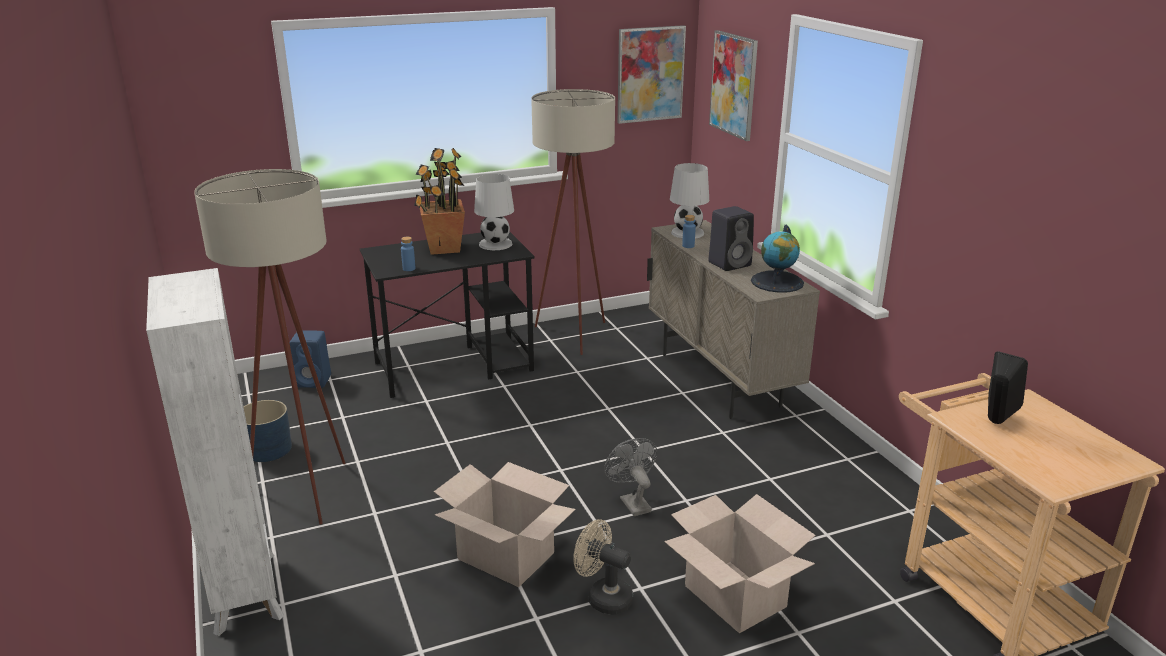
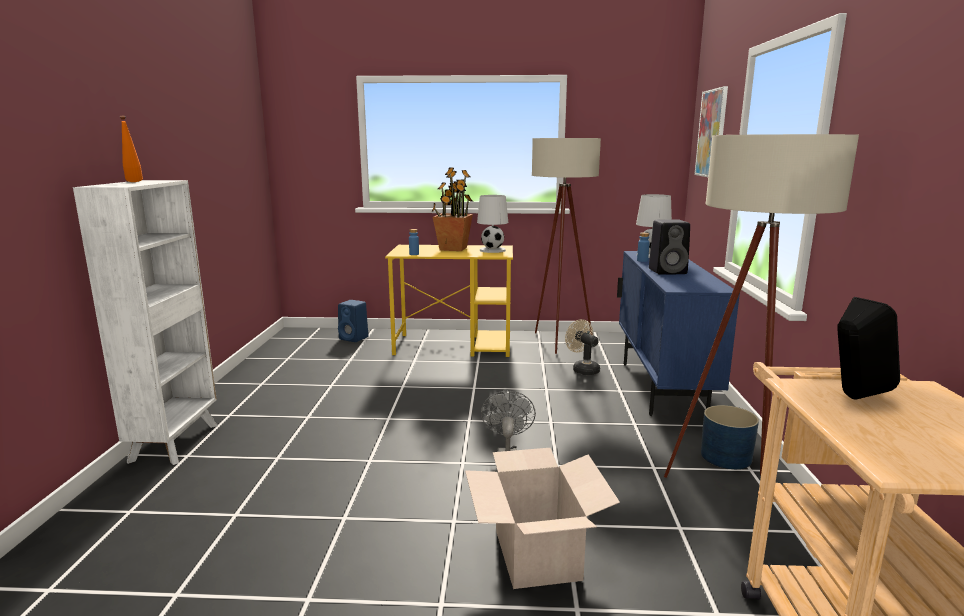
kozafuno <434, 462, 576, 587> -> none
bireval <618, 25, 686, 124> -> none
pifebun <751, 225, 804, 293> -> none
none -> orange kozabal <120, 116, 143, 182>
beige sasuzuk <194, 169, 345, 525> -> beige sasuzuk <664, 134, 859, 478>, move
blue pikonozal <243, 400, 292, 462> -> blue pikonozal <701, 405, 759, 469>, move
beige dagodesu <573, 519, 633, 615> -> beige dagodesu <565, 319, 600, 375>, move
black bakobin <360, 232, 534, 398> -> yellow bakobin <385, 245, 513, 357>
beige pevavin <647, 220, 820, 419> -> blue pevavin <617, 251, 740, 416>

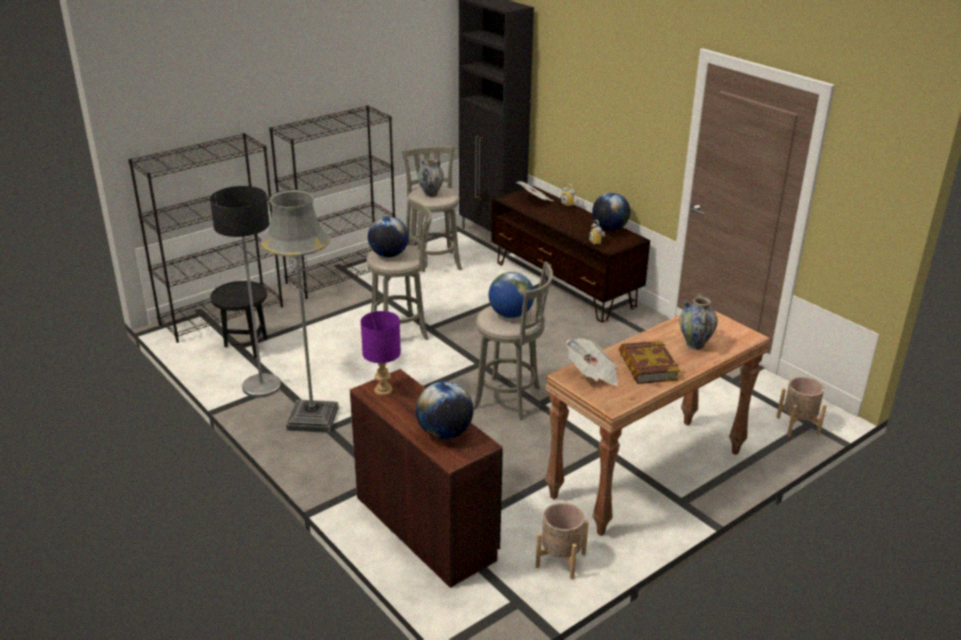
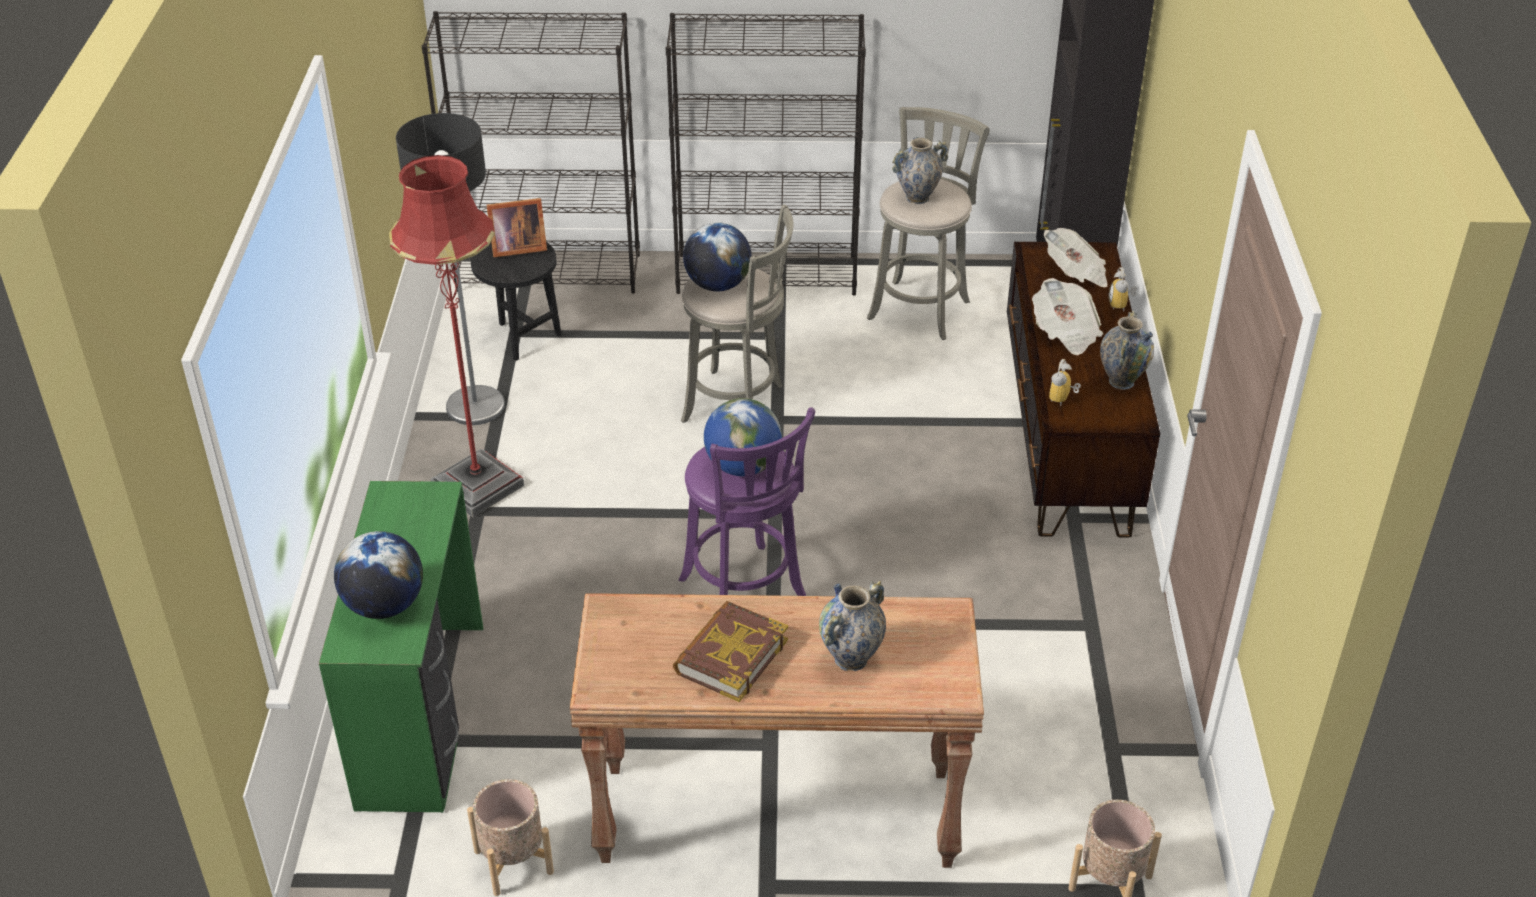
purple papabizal <361, 311, 401, 396> -> none
none -> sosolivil <486, 198, 547, 257>
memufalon <566, 338, 618, 386> -> memufalon <1032, 278, 1103, 355>, move
pifebun <592, 193, 630, 231> -> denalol <1100, 311, 1154, 390>
grey sasuzuk <261, 189, 339, 433> -> red sasuzuk <389, 155, 524, 517>
brown bakobin <350, 369, 503, 588> -> green bakobin <319, 481, 483, 813>
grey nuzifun <473, 261, 553, 420> -> purple nuzifun <678, 407, 815, 596>

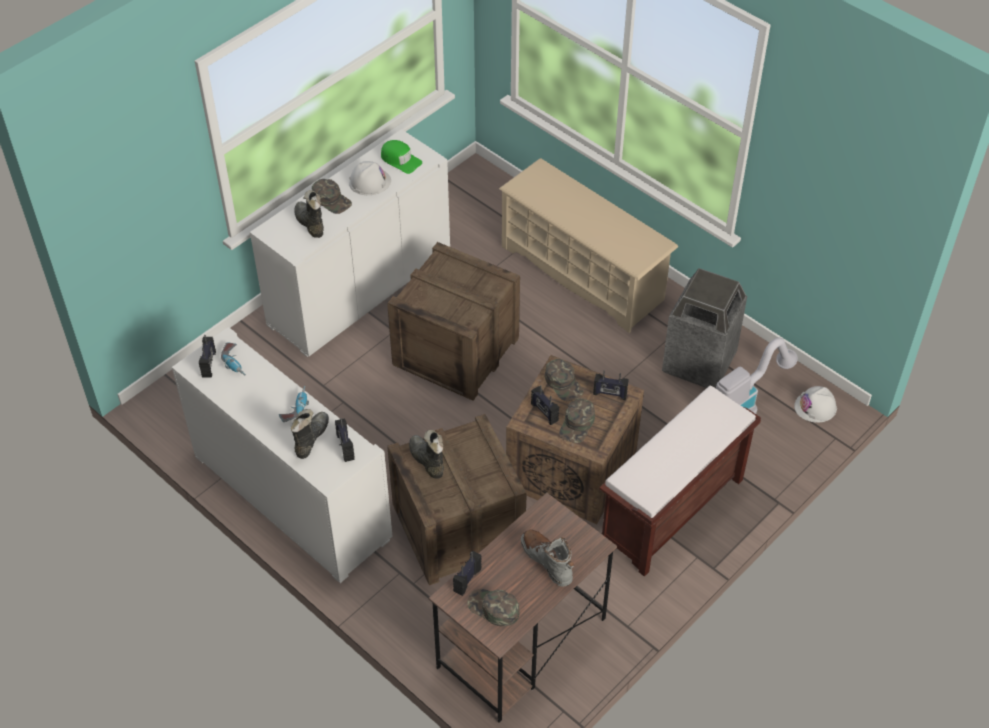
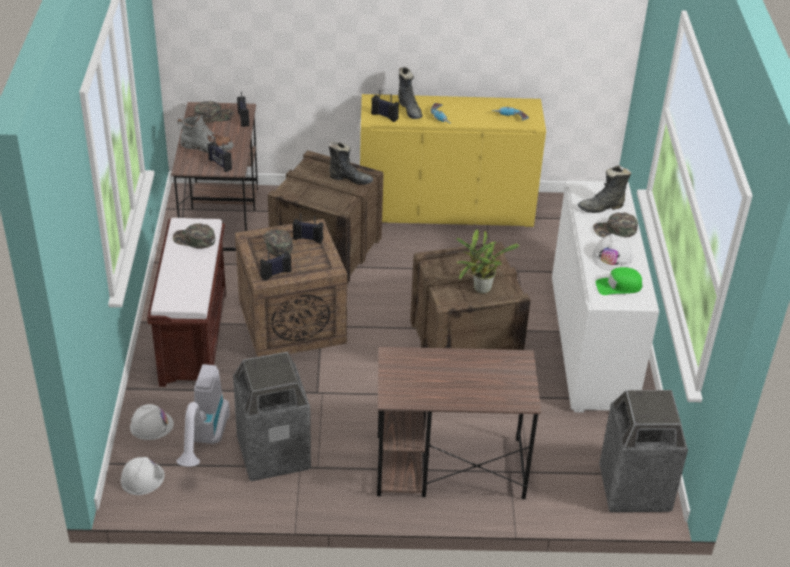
none -> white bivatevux <130, 404, 174, 440>
none -> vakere <456, 229, 519, 294>
none -> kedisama <599, 390, 688, 512>
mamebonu <199, 335, 216, 377> -> mamebonu <208, 137, 232, 172>, move
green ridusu <545, 359, 583, 401> -> green ridusu <173, 223, 215, 249>, move
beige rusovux <499, 158, 678, 333> -> brown bakobin <377, 347, 541, 499>
white pevavin <172, 327, 392, 583> -> yellow pevavin <360, 94, 546, 227>
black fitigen <294, 190, 324, 238> -> black fitigen <577, 165, 631, 213>, 150 degrees clockwise

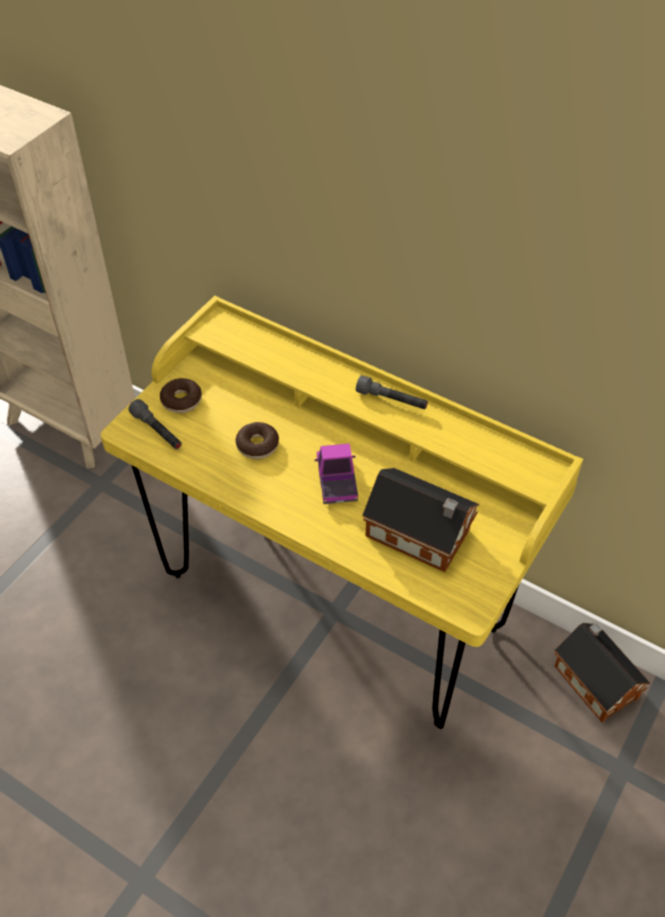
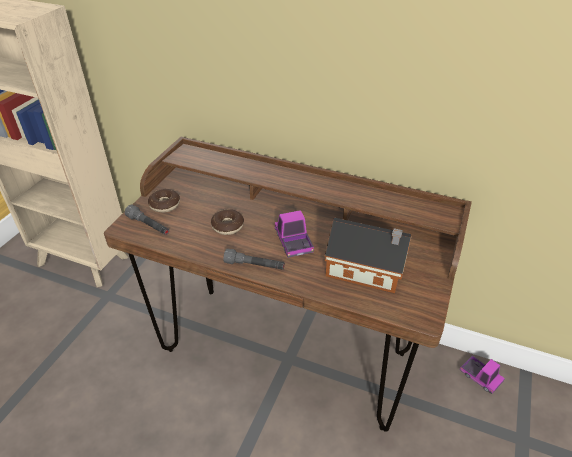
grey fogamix <356, 375, 428, 410> -> grey fogamix <223, 248, 285, 270>, move
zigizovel <555, 623, 651, 723> -> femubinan <460, 355, 505, 394>
yellow bakobin <101, 296, 583, 729> -> brown bakobin <104, 137, 472, 431>

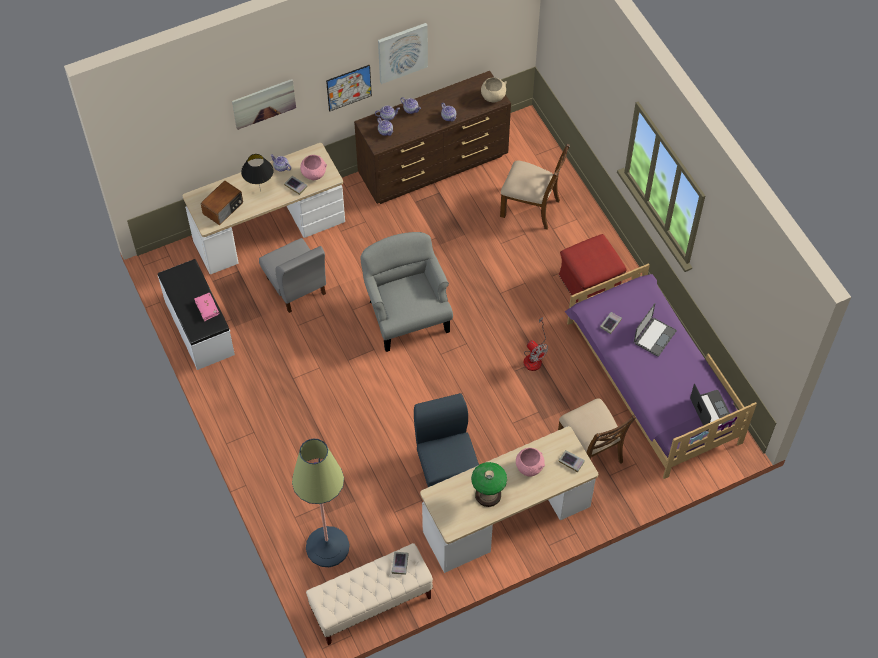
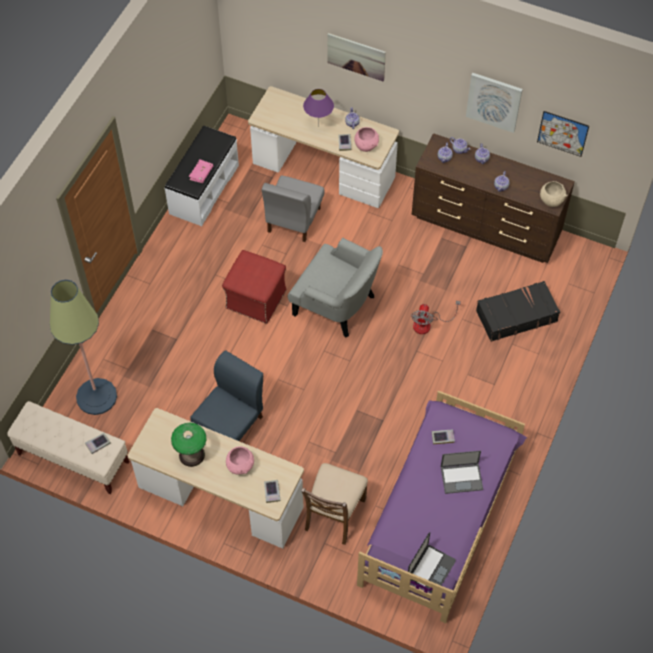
mamebonu <201, 181, 243, 225> -> none
bireval <326, 65, 372, 112> -> bireval <537, 111, 589, 157>, move
dagodesu <524, 317, 548, 371> -> dagodesu <411, 301, 461, 334>, move
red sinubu <559, 234, 627, 303> -> red sinubu <222, 250, 286, 324>, move
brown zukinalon <500, 143, 570, 230> -> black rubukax <476, 281, 560, 342>
black papabizal <241, 154, 274, 192> -> purple papabizal <303, 89, 334, 118>
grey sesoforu <360, 232, 453, 352> -> grey sesoforu <288, 238, 383, 338>, 90 degrees clockwise

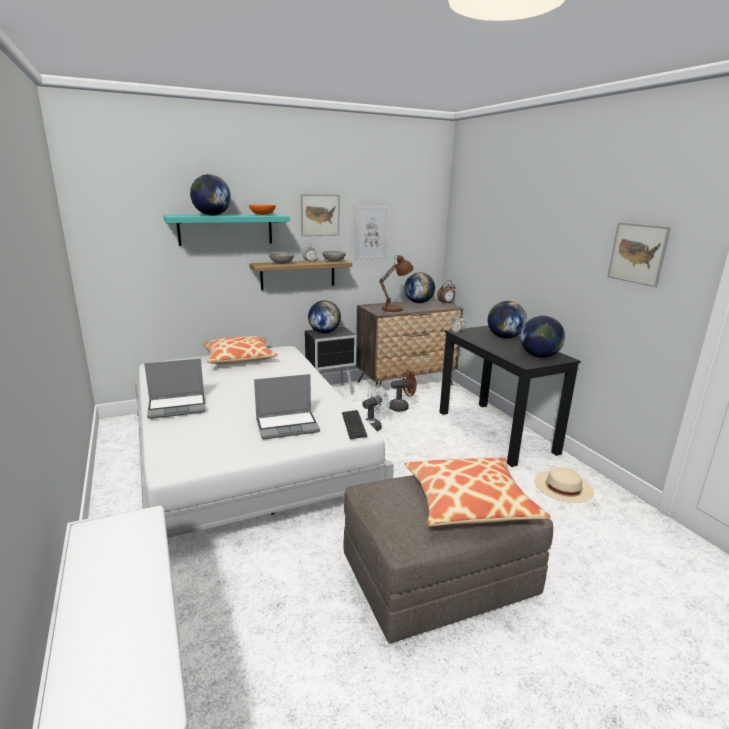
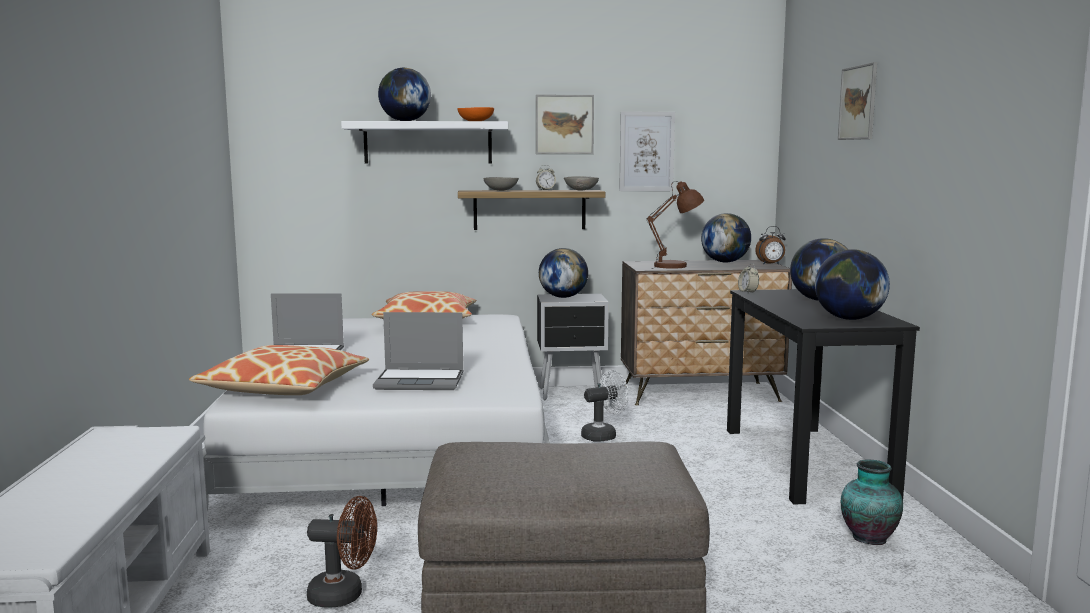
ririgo <342, 410, 367, 439> -> none
brown dagodesu <389, 370, 417, 411> -> brown dagodesu <307, 496, 377, 608>, move
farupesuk <405, 458, 550, 526> -> farupesuk <189, 345, 369, 395>, move
bireval <607, 222, 671, 287> -> bireval <838, 62, 877, 140>, move
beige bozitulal <535, 467, 594, 503> -> denalol <841, 460, 903, 545>
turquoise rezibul <163, 214, 290, 246> -> white rezibul <341, 121, 508, 164>

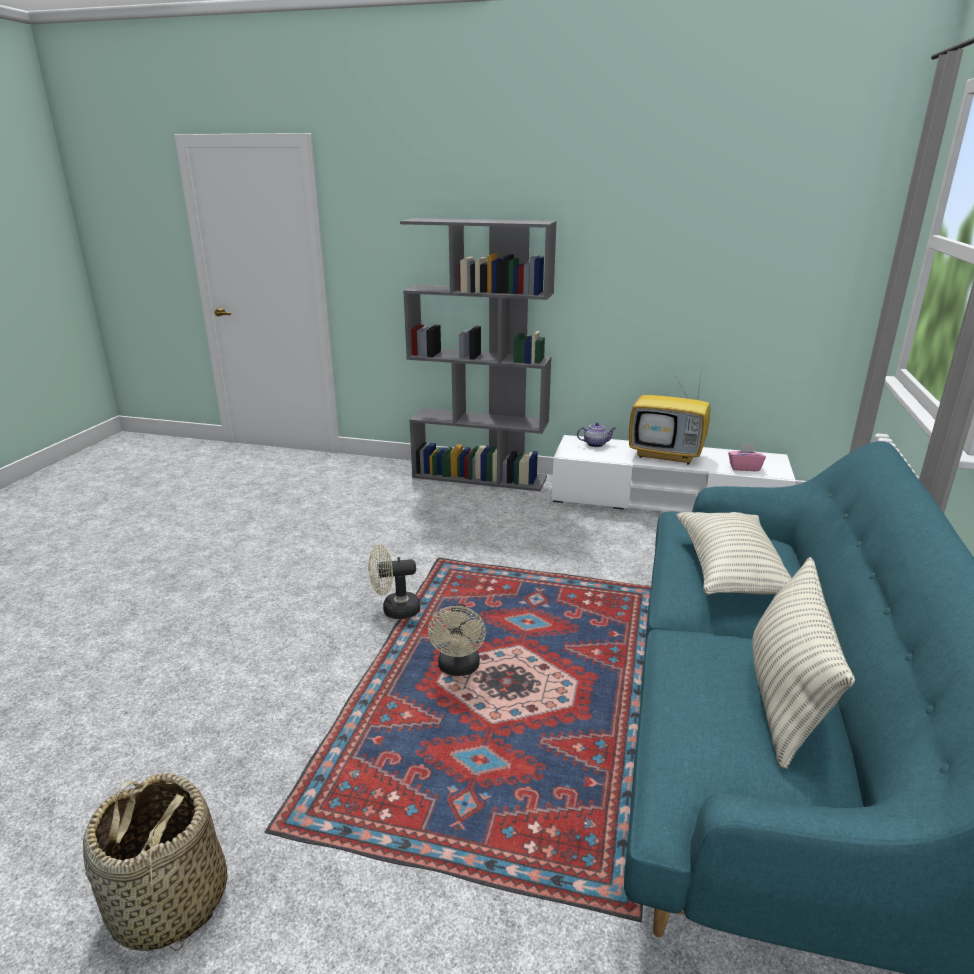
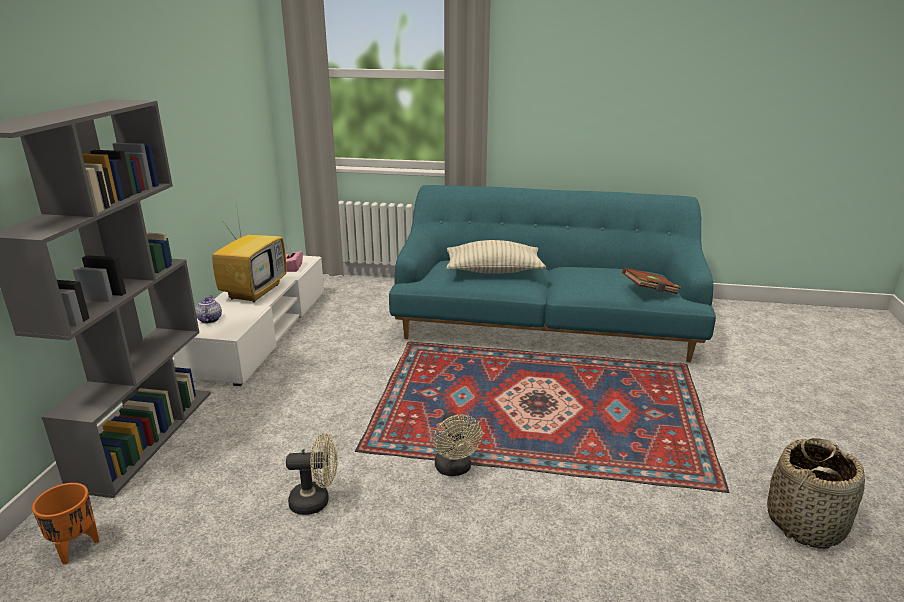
farupesuk <752, 557, 855, 769> -> none
none -> orange pikonozal <32, 483, 99, 564>
none -> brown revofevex <622, 268, 681, 294>
beige dagodesu <428, 603, 486, 676> -> beige dagodesu <286, 433, 338, 515>, move

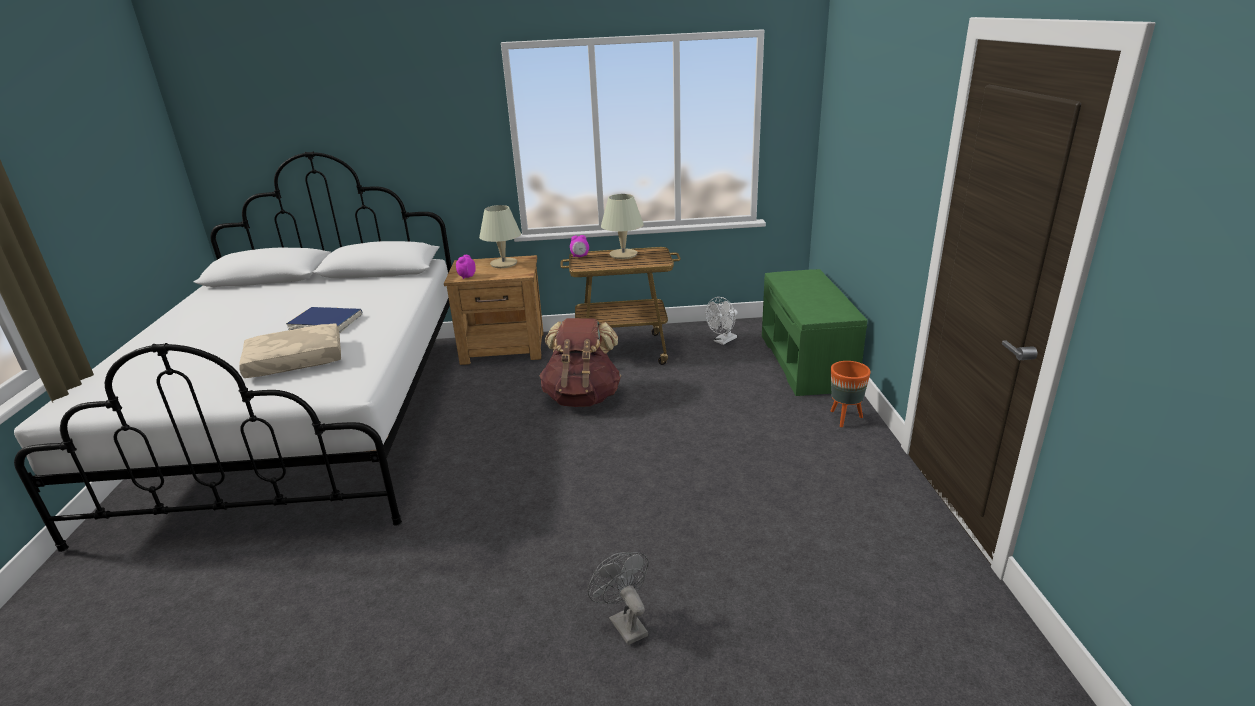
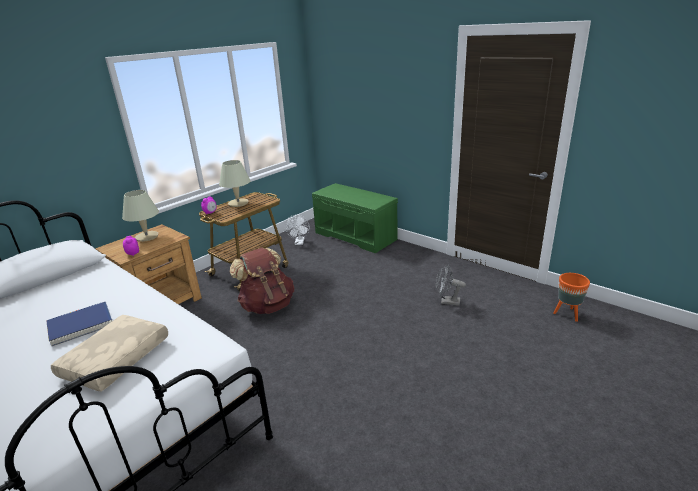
grey dagodesu <588, 552, 649, 645> -> grey dagodesu <436, 265, 466, 306>, move
orange pikonozal <831, 361, 871, 427> -> orange pikonozal <553, 273, 590, 322>, move

